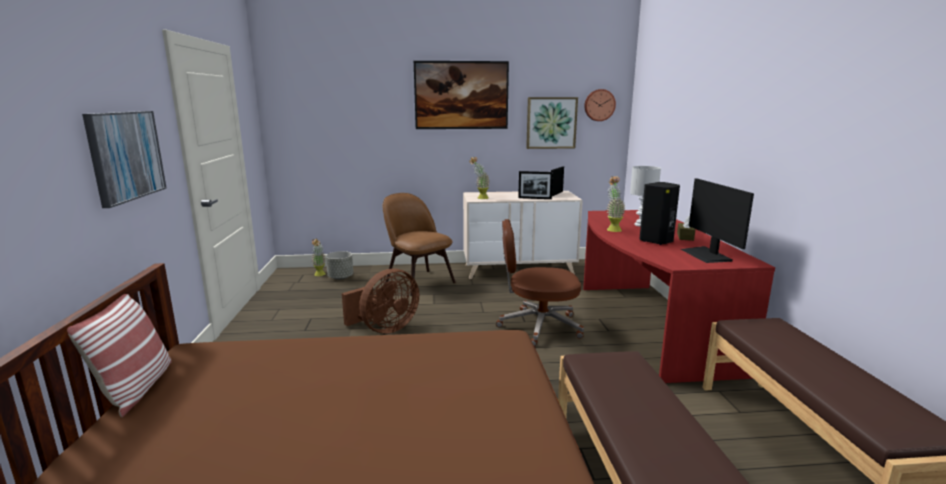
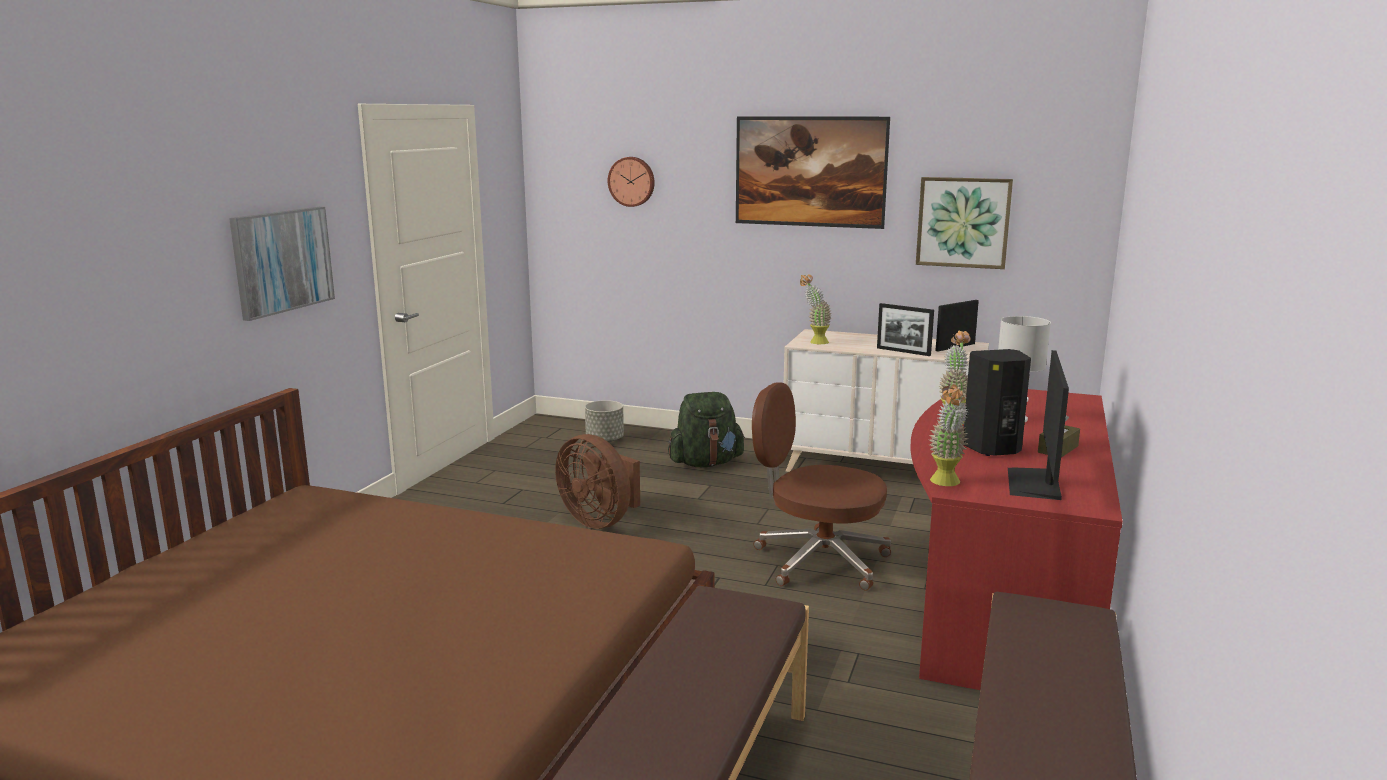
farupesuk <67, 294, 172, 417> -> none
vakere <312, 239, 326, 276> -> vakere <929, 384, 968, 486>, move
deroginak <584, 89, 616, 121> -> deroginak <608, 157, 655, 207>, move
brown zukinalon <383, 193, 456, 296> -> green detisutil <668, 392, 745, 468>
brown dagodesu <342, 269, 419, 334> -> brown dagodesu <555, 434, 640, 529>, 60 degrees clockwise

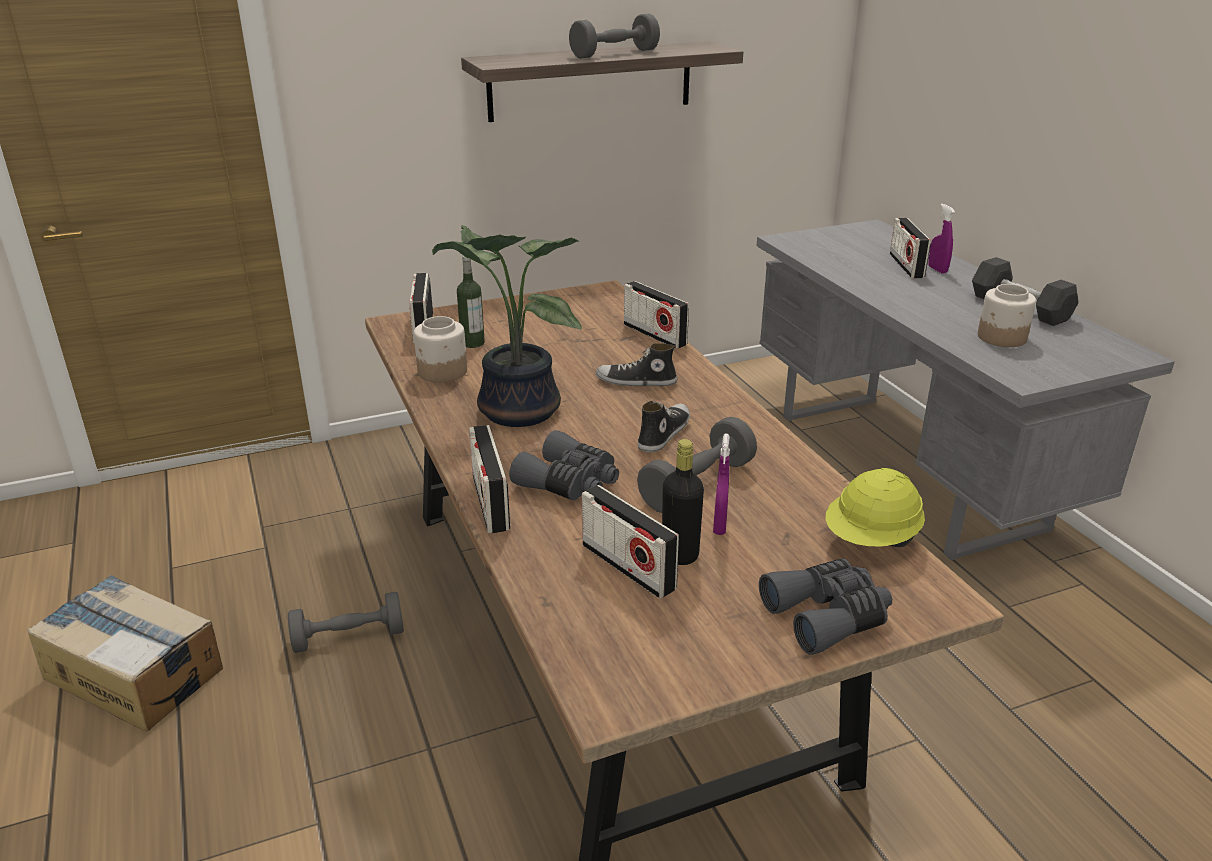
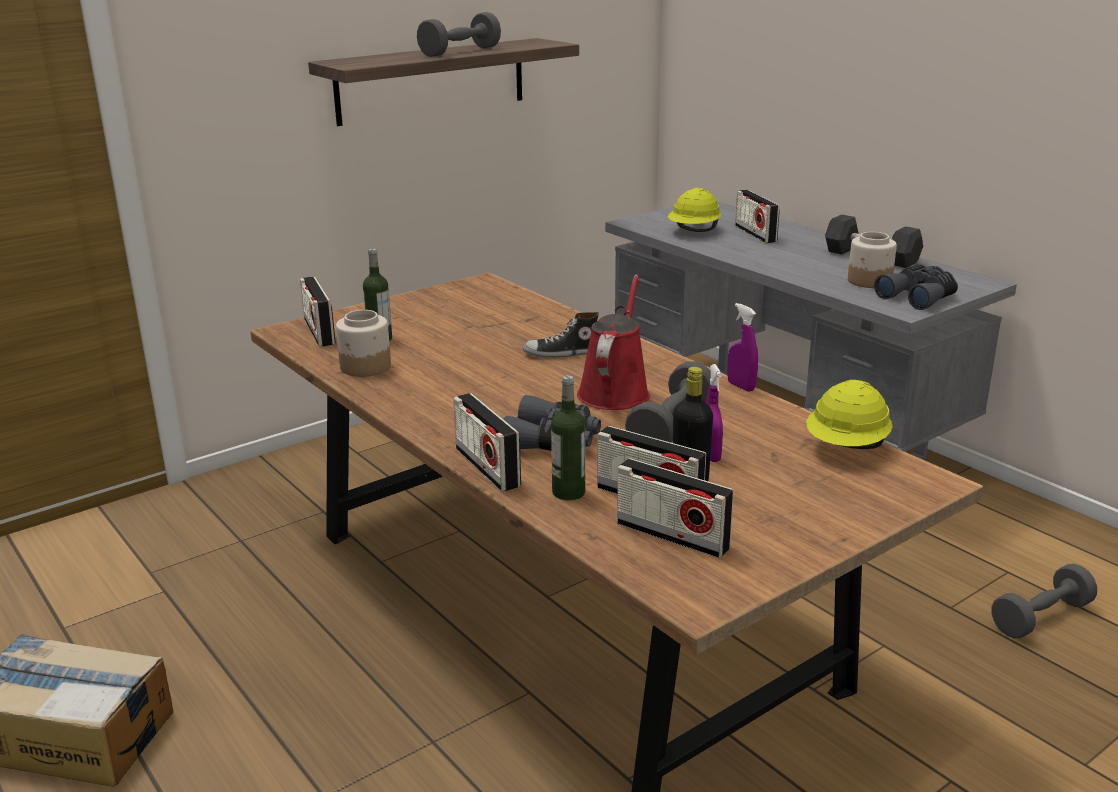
vakere <432, 225, 582, 427> -> none
none -> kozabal <551, 375, 585, 501>
none -> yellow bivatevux <668, 188, 721, 232>
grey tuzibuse <288, 592, 404, 653> -> grey tuzibuse <992, 564, 1097, 638>, move
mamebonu <624, 281, 689, 349> -> mamebonu <617, 458, 734, 558>, move
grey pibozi <759, 558, 892, 655> -> grey pibozi <874, 265, 958, 310>, move
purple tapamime <929, 204, 955, 274> -> purple tapamime <727, 303, 758, 392>, move
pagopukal <638, 401, 690, 452> -> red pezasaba <577, 274, 650, 410>

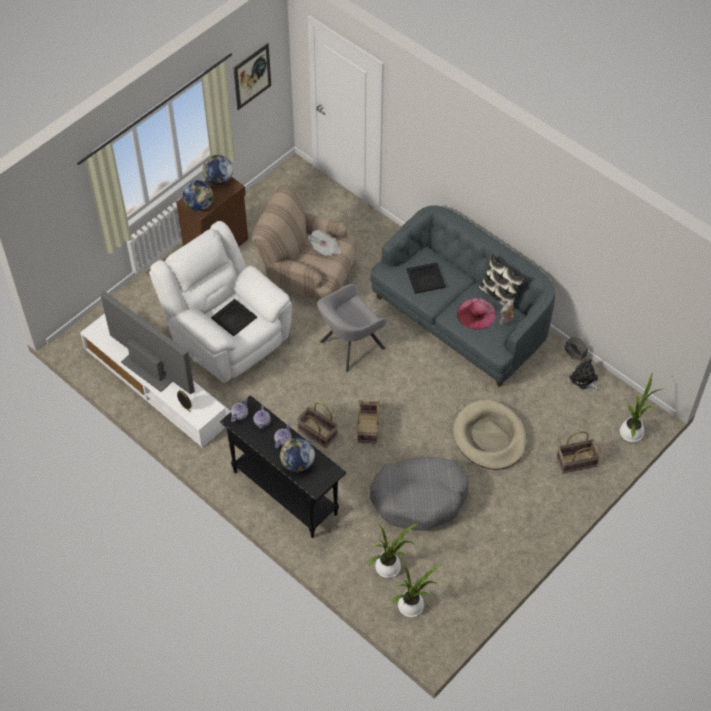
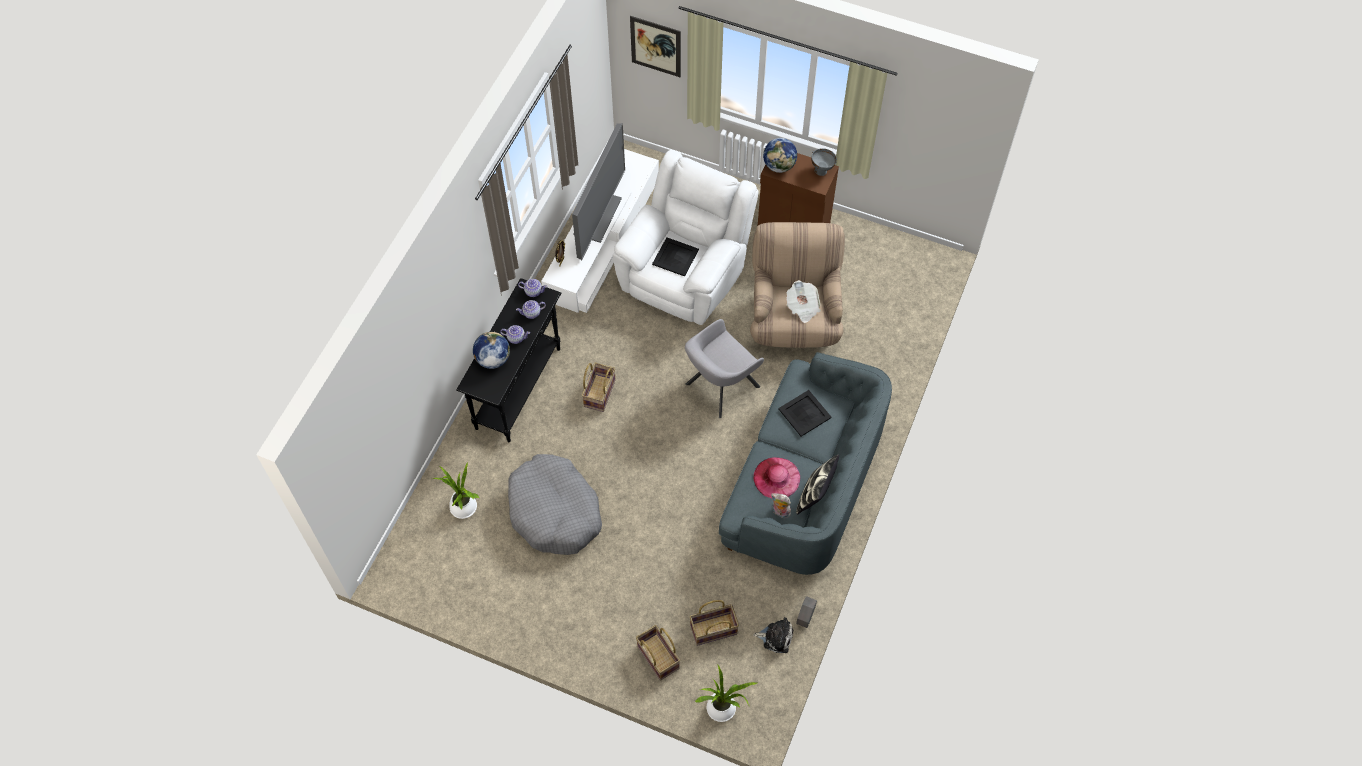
vakere <390, 563, 442, 617> -> none
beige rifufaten <453, 400, 527, 470> -> none
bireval <233, 43, 271, 110> -> bireval <630, 16, 681, 77>, move
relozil <357, 400, 380, 443> -> relozil <690, 600, 739, 646>, move
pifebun <203, 155, 233, 185> -> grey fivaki <811, 148, 837, 176>
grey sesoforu <317, 284, 387, 372> -> grey sesoforu <685, 319, 764, 418>, 75 degrees counterclockwise
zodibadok <570, 359, 600, 390> -> zodibadok <753, 617, 793, 653>, 75 degrees clockwise

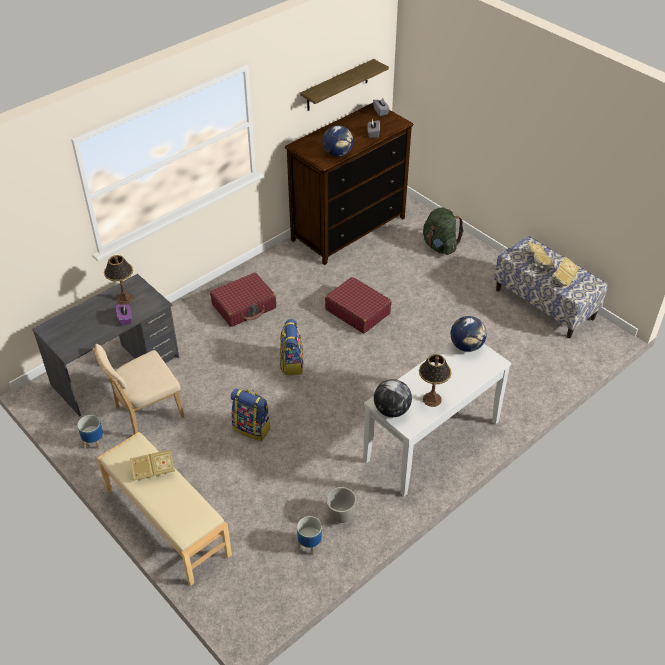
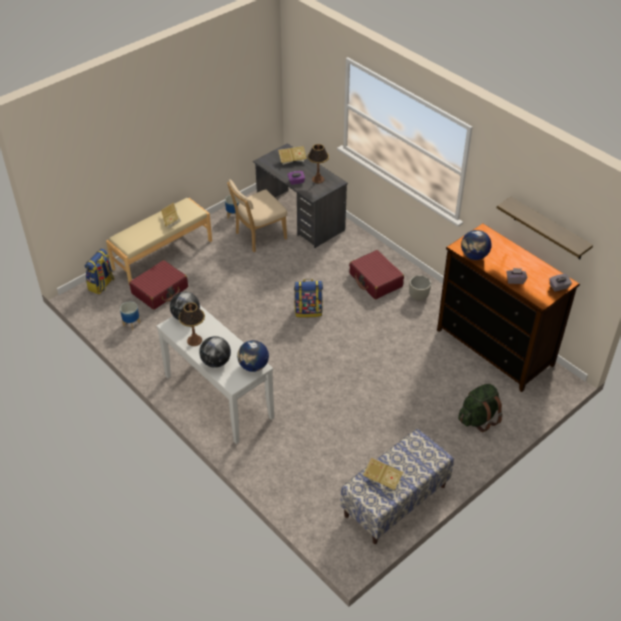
none -> pifebun <199, 336, 231, 368>
detisutil <231, 388, 271, 441> -> detisutil <85, 249, 114, 294>, move
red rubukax <325, 277, 392, 333> -> red rubukax <129, 260, 188, 310>, move
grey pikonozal <326, 487, 357, 523> -> grey pikonozal <409, 275, 431, 301>, move
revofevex <526, 242, 554, 269> -> revofevex <278, 146, 307, 165>, move
beige zukinalon <93, 344, 185, 435> -> beige zukinalon <227, 179, 287, 252>, 90 degrees counterclockwise

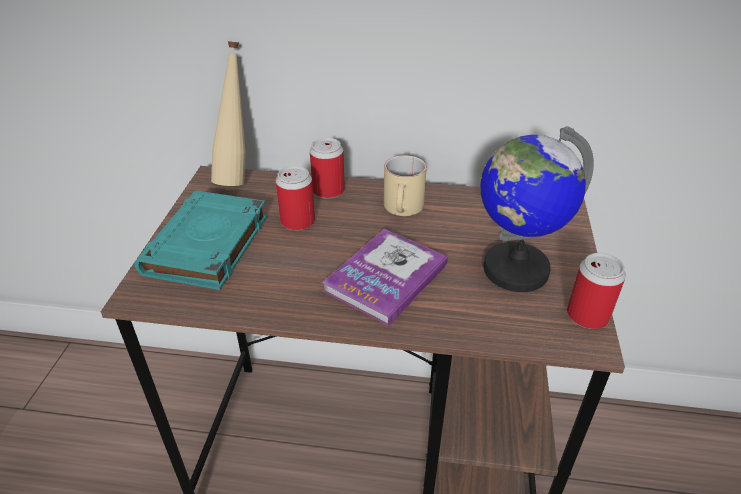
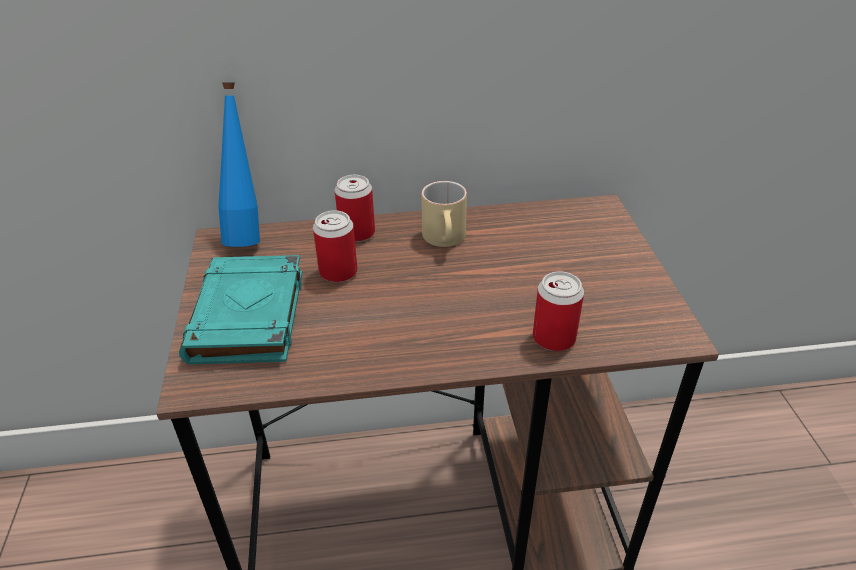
revofevex <322, 229, 448, 326> -> none
pifebun <481, 126, 594, 292> -> none
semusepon <567, 253, 626, 329> -> semusepon <533, 271, 584, 351>, move
beige kozabal <211, 41, 246, 186> -> blue kozabal <218, 82, 260, 247>

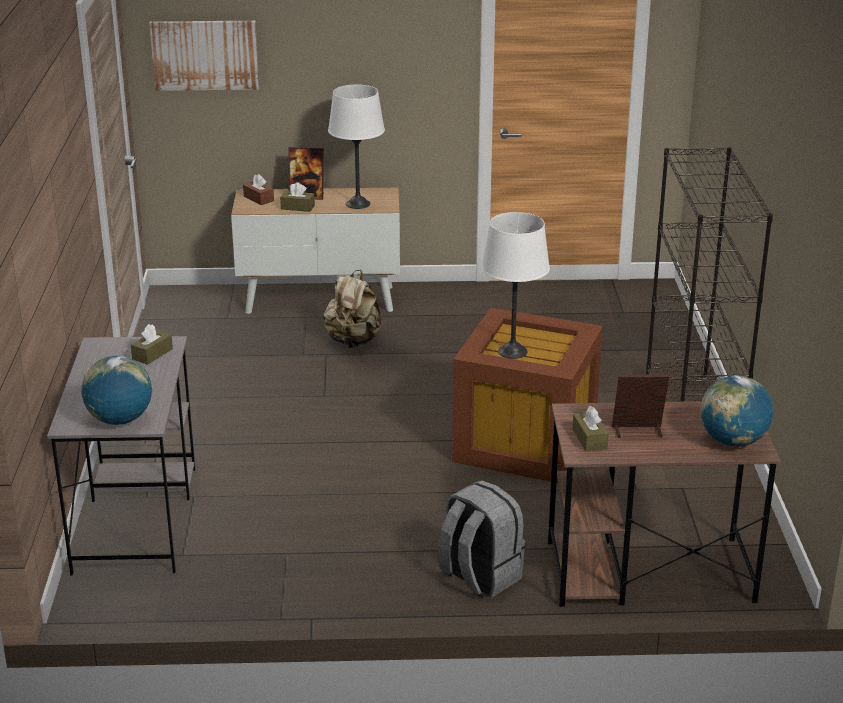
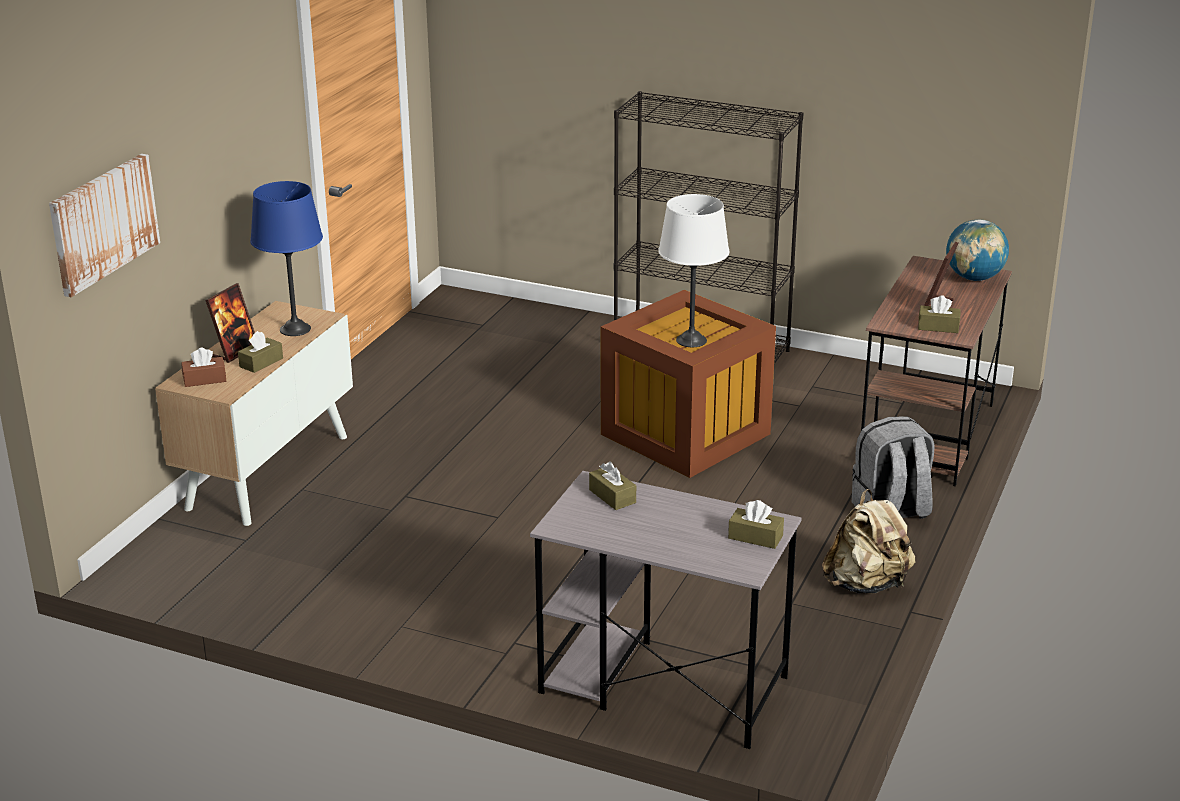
beige detisutil <323, 270, 381, 348> -> beige detisutil <822, 489, 915, 594>, move
pifebun <81, 356, 152, 425> -> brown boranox <728, 500, 784, 549>
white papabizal <328, 85, 385, 209> -> blue papabizal <250, 181, 323, 336>

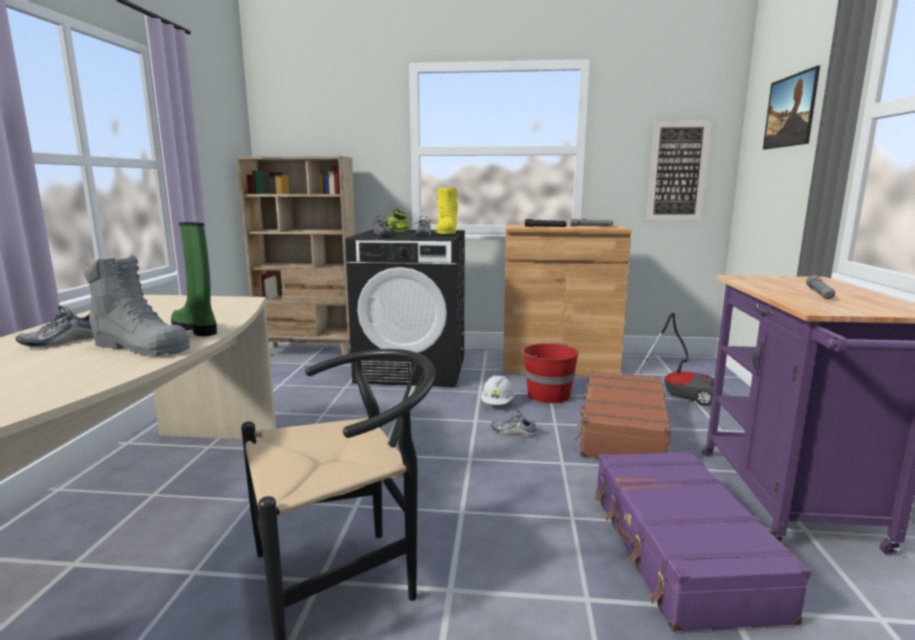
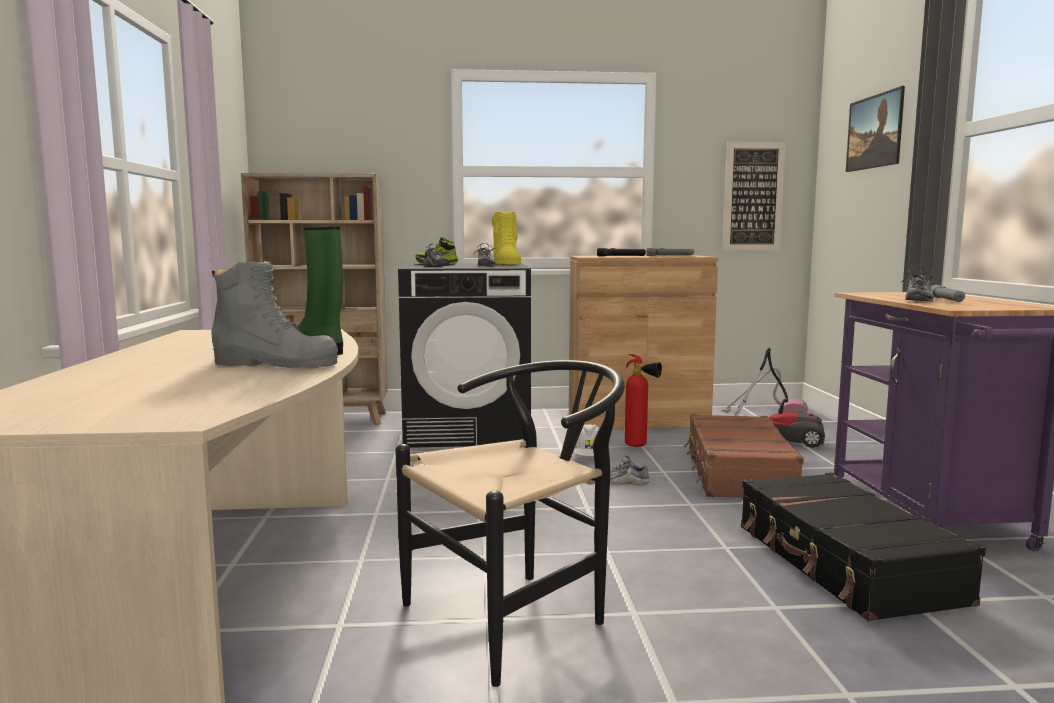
none -> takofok <721, 367, 808, 414>
pagopukal <16, 306, 94, 348> -> pagopukal <901, 267, 940, 302>, move
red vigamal <521, 343, 579, 403> -> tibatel <625, 354, 662, 447>
purple rubukax <594, 451, 811, 631> -> black rubukax <741, 472, 986, 621>

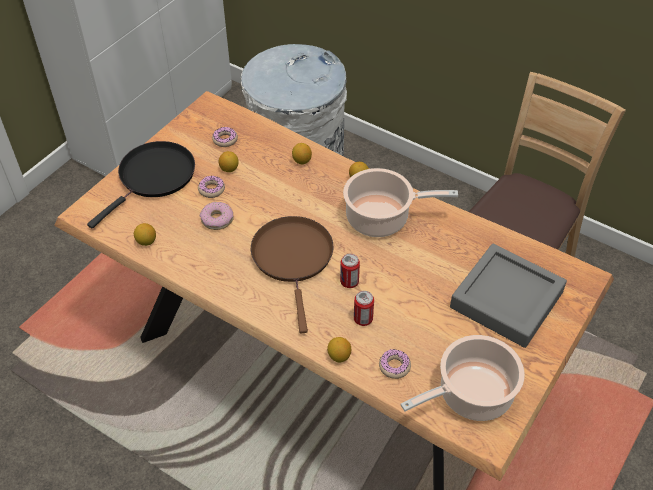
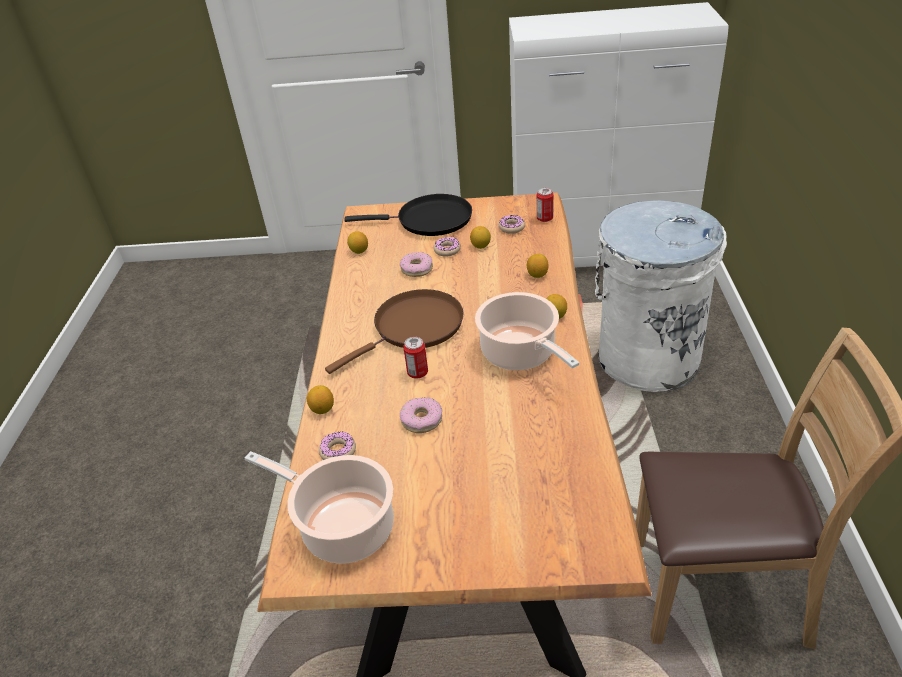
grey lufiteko <450, 244, 567, 348> -> none
none -> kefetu <400, 397, 442, 433>
semusepon <354, 291, 374, 326> -> semusepon <537, 188, 554, 222>, move

